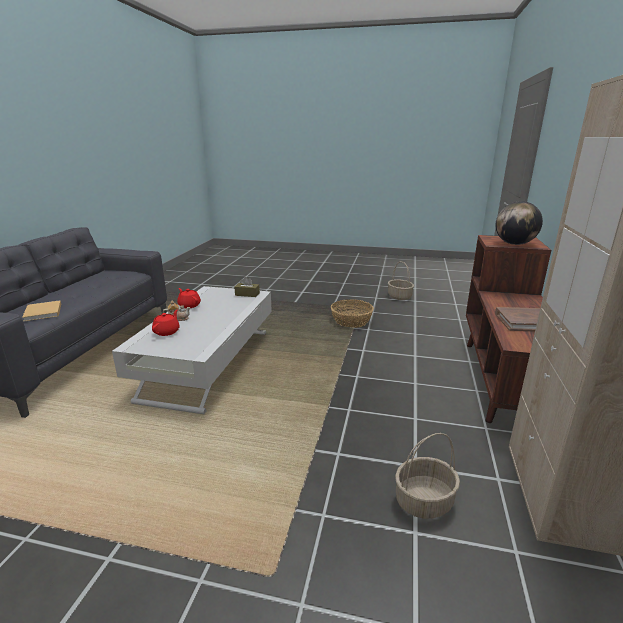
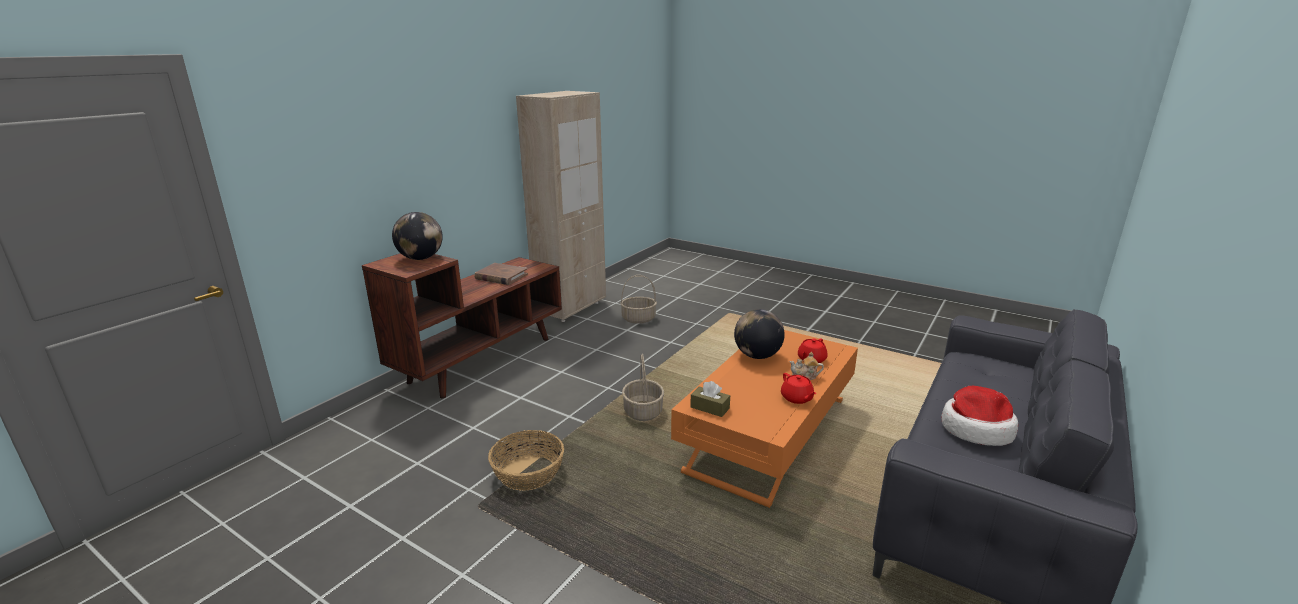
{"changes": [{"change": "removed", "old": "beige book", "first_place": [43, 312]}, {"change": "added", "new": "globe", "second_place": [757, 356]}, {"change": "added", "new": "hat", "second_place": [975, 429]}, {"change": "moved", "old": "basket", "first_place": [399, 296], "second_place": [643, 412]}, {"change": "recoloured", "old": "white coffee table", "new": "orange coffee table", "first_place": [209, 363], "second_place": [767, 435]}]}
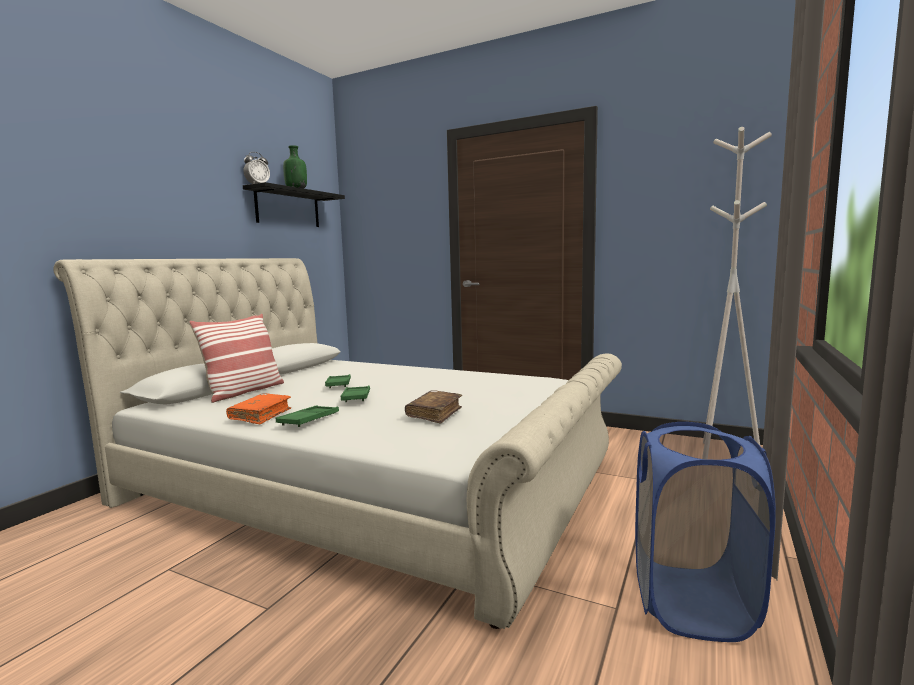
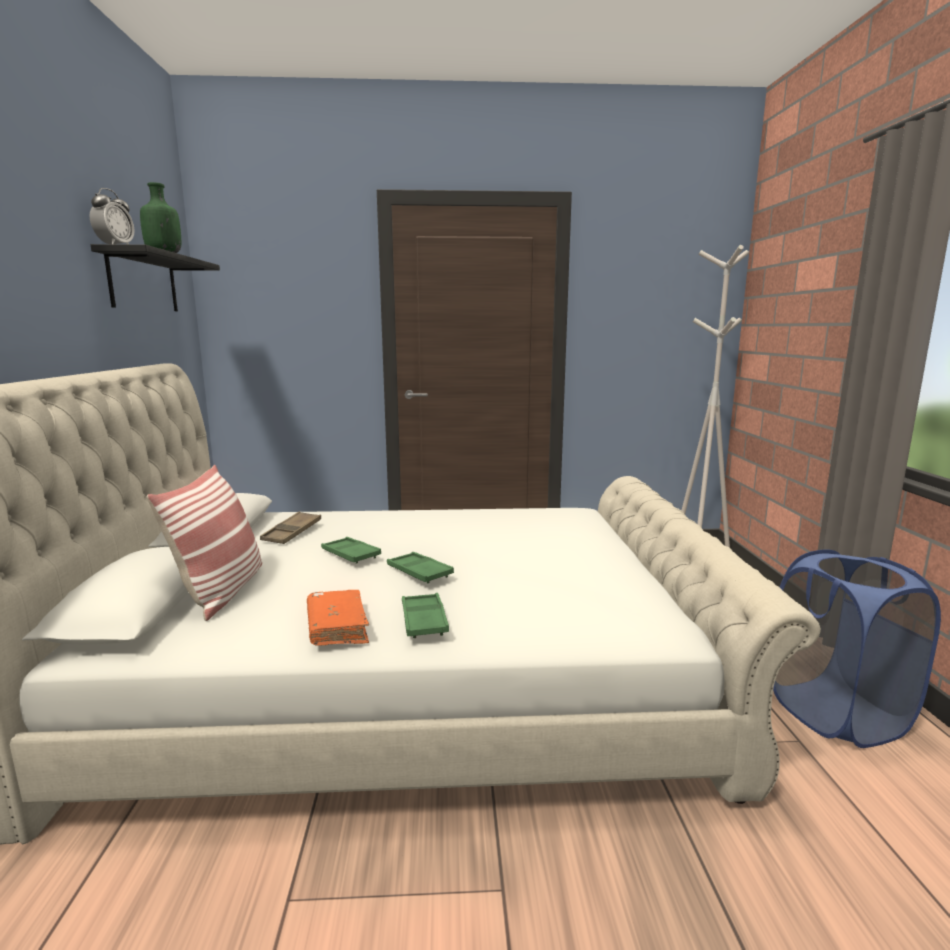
{"changes": [{"change": "removed", "old": "brown book", "first_place": [434, 414]}, {"change": "added", "new": "brown tray", "second_place": [292, 532]}]}
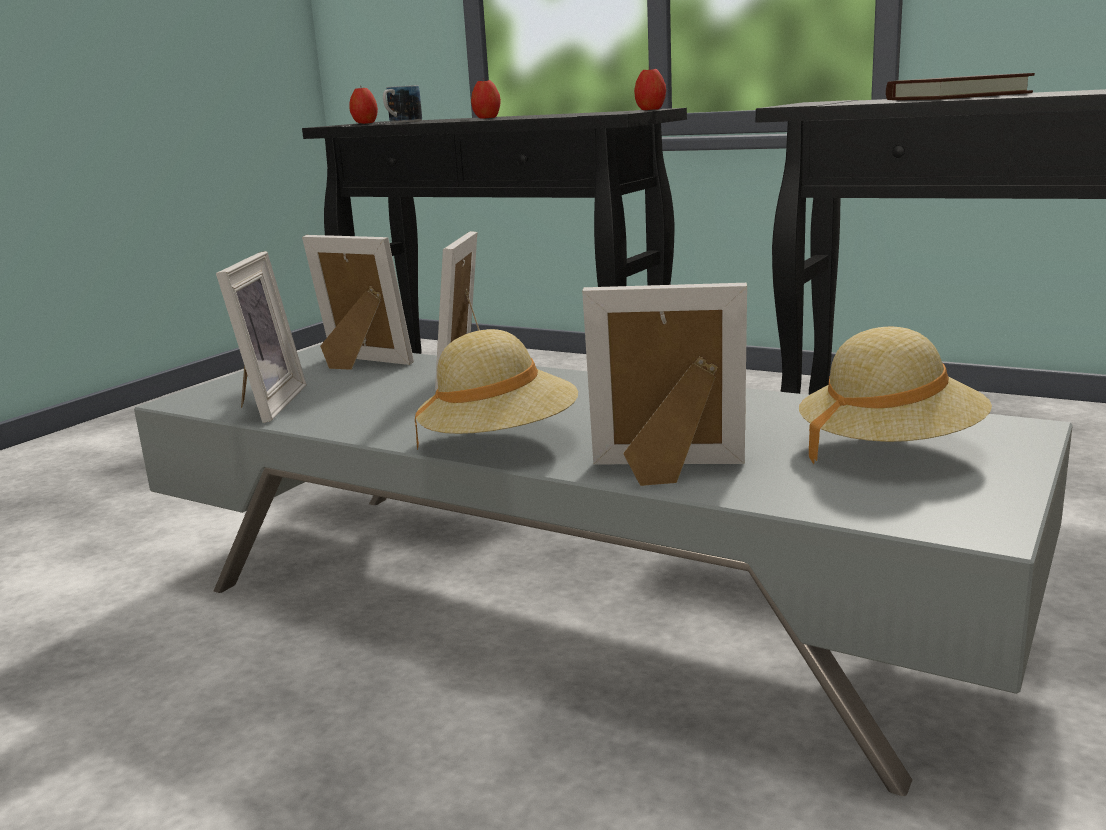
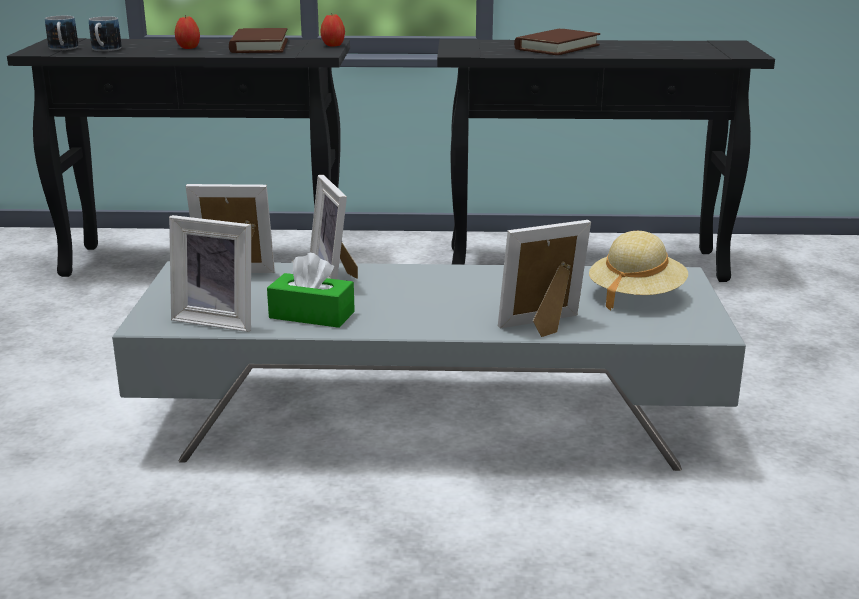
{"changes": [{"change": "removed", "old": "beige hat", "first_place": [500, 442]}, {"change": "added", "new": "brown book", "second_place": [259, 46]}, {"change": "added", "new": "green tissue box", "second_place": [312, 315]}, {"change": "replaced", "old": "apple", "new": "mug", "first_place": [365, 123], "second_place": [63, 49]}, {"change": "turned", "old": "picture frame", "first_place": [263, 404], "second_place": [218, 319], "degrees": 135}]}
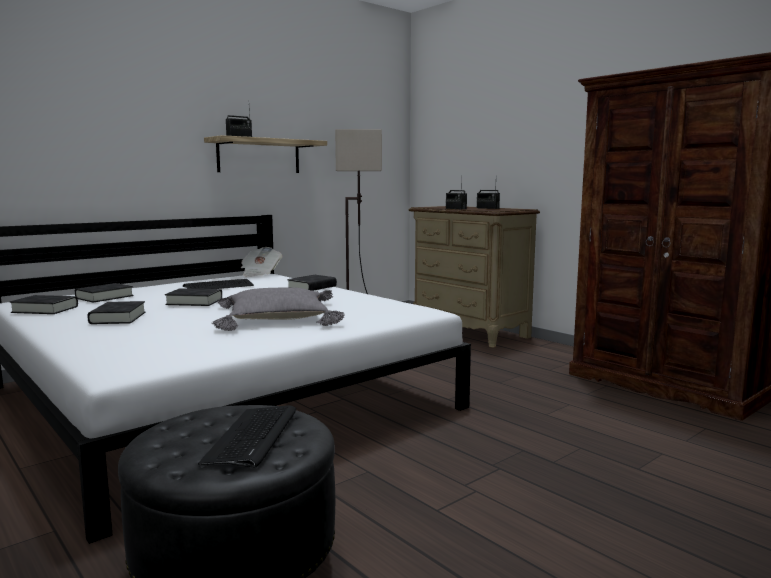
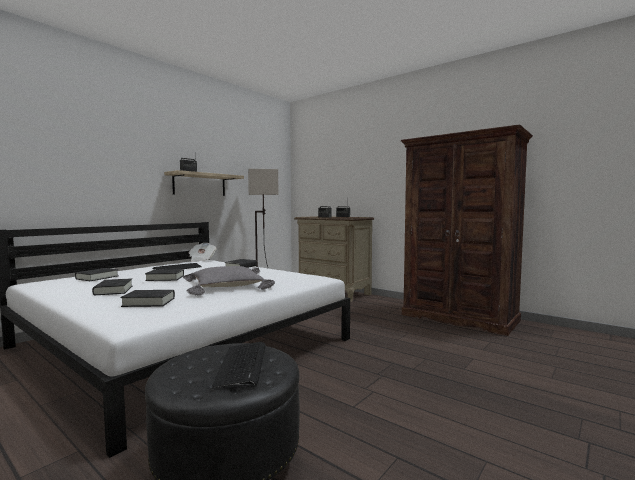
{"changes": [{"change": "moved", "old": "black book", "first_place": [45, 309], "second_place": [149, 302]}]}
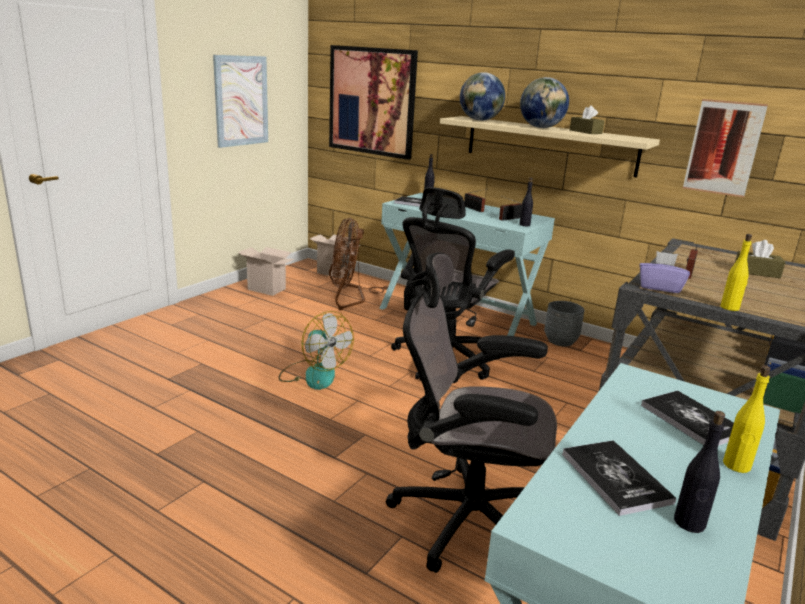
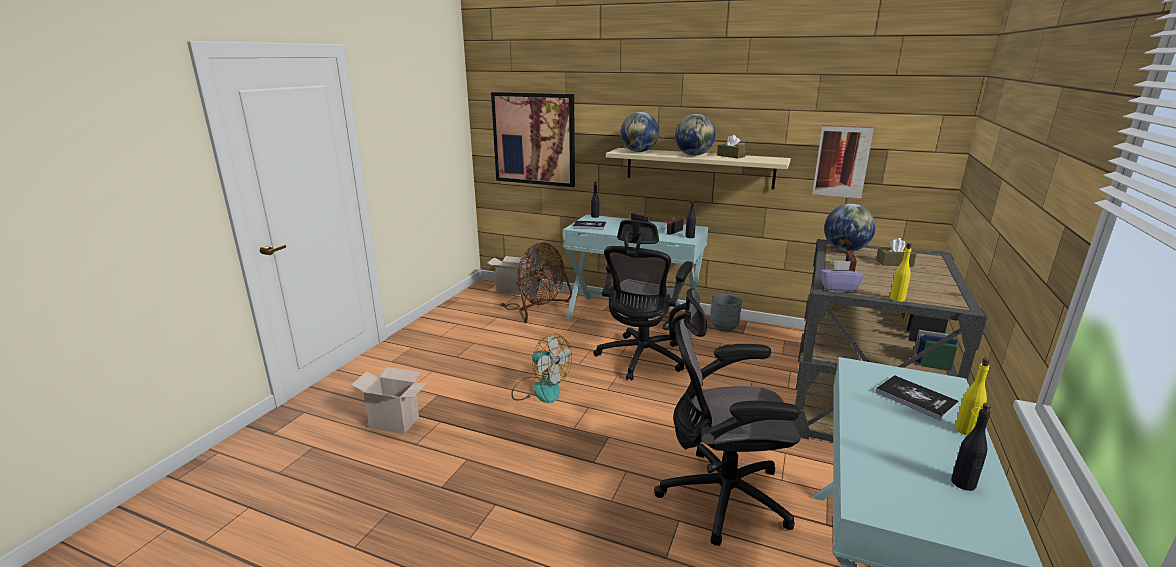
{"changes": [{"change": "removed", "old": "picture", "first_place": [241, 101]}, {"change": "removed", "old": "book", "first_place": [615, 478]}, {"change": "added", "new": "globe", "second_place": [845, 250]}, {"change": "moved", "old": "cardboard box", "first_place": [268, 289], "second_place": [396, 422]}, {"change": "turned", "old": "brown fan", "first_place": [351, 295], "second_place": [536, 309], "degrees": -120}]}
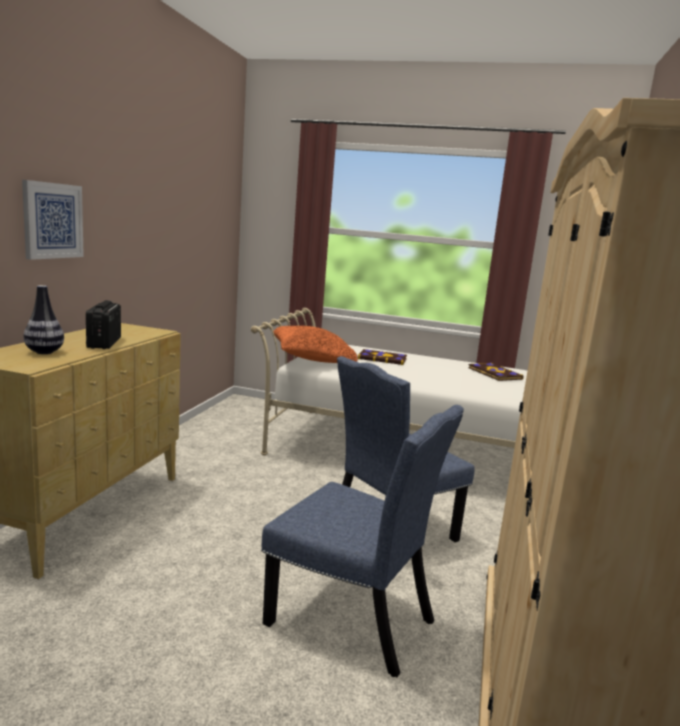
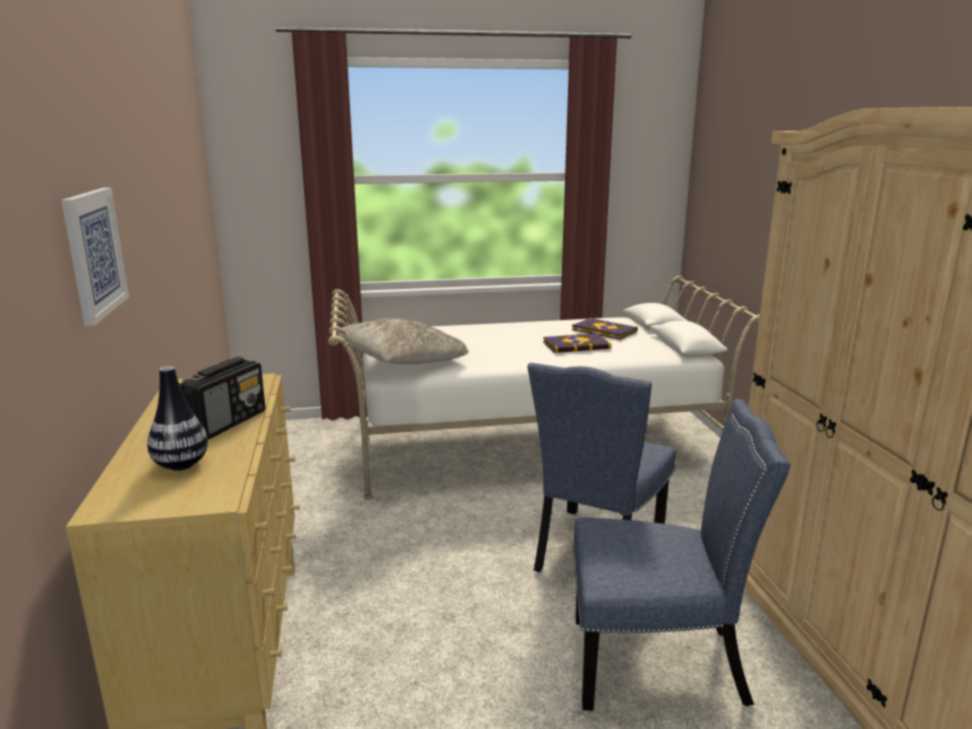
{"changes": [{"change": "moved", "old": "book", "first_place": [382, 358], "second_place": [576, 345]}, {"change": "recoloured", "old": "orange pillow", "new": "beige pillow", "first_place": [313, 358], "second_place": [402, 360]}, {"change": "turned", "old": "radio", "first_place": [104, 343], "second_place": [226, 423], "degrees": -120}]}
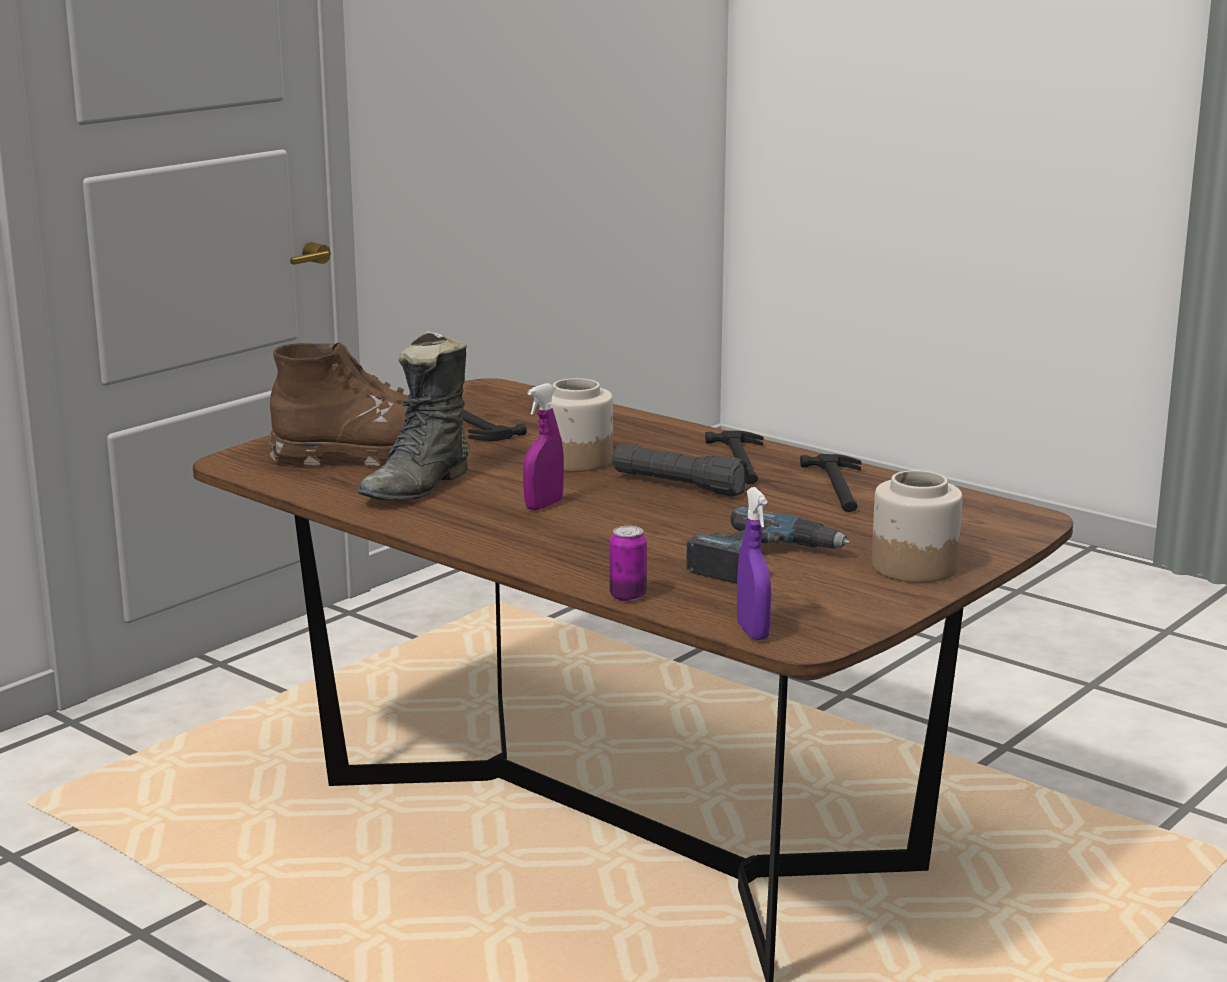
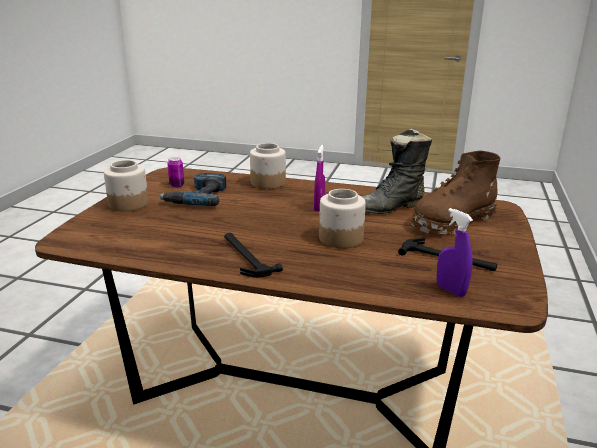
{"changes": [{"change": "removed", "old": "black flashlight", "first_place": [678, 485]}, {"change": "removed", "old": "hammer", "first_place": [839, 487]}, {"change": "added", "new": "jar", "second_place": [268, 183]}, {"change": "moved", "old": "can", "first_place": [628, 596], "second_place": [177, 185]}, {"change": "moved", "old": "purple spray bottle", "first_place": [752, 632], "second_place": [450, 290]}, {"change": "turned", "old": "black boot", "first_place": [419, 487], "second_place": [390, 208], "degrees": -120}]}
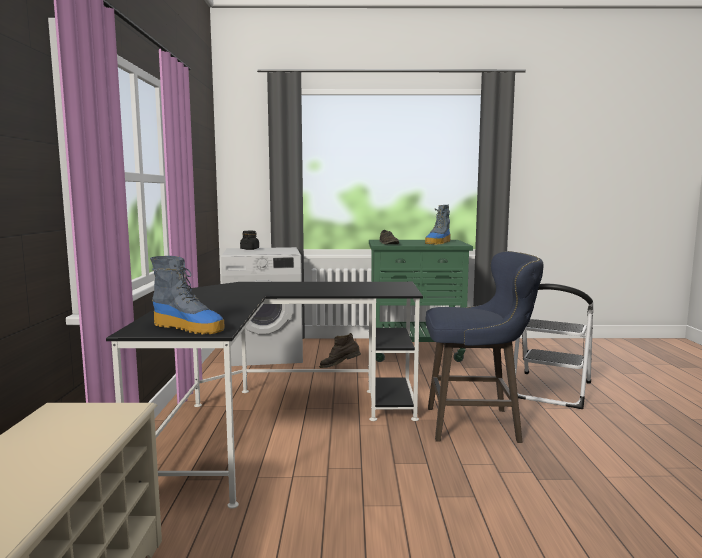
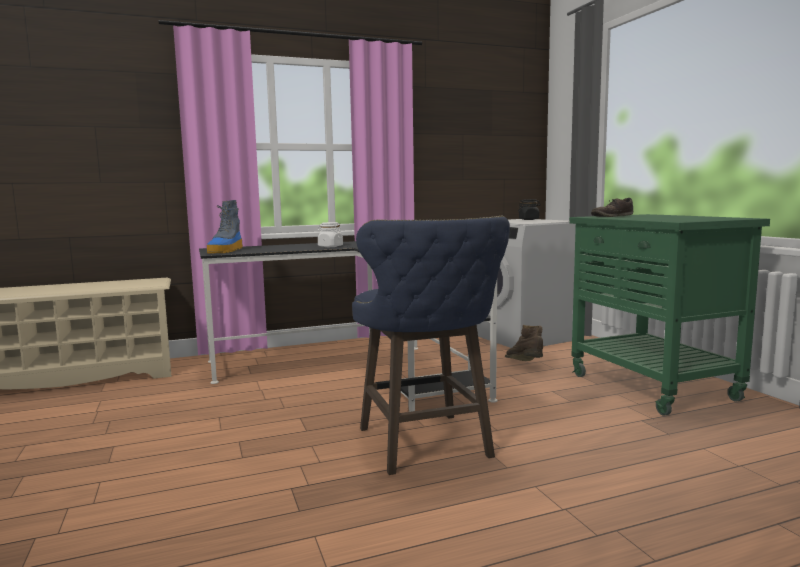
{"changes": [{"change": "removed", "old": "boot", "first_place": [438, 243]}, {"change": "removed", "old": "step ladder", "first_place": [550, 390]}, {"change": "added", "new": "white jar", "second_place": [330, 246]}]}
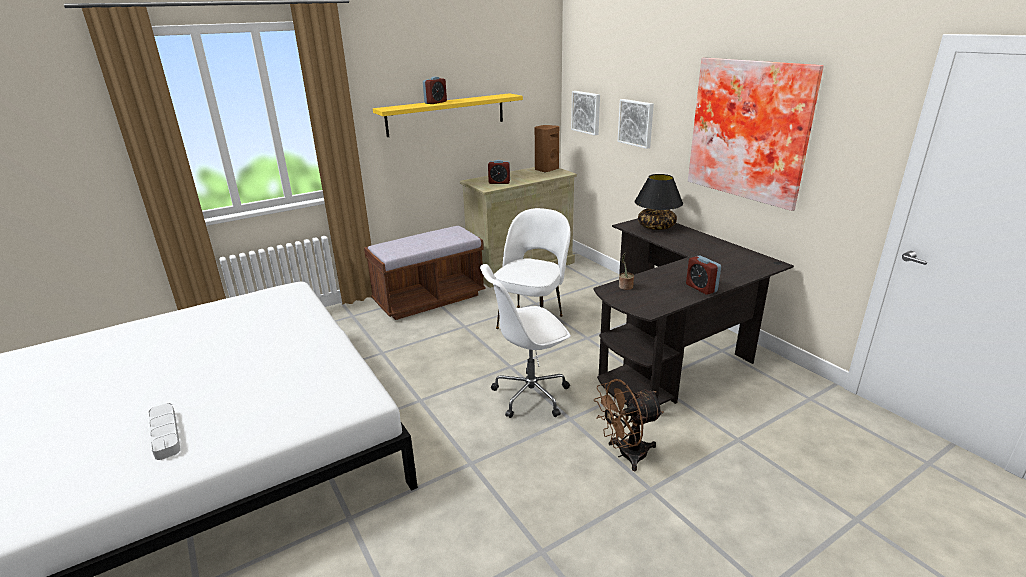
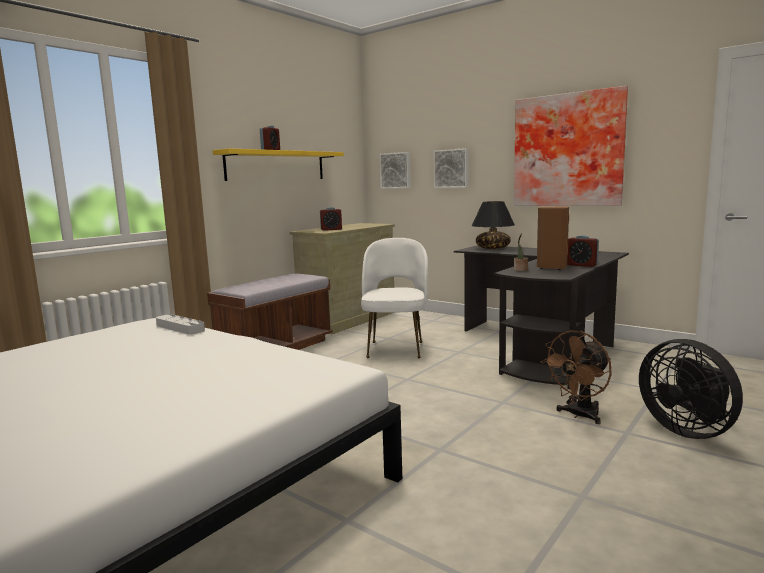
{"changes": [{"change": "removed", "old": "white office chair", "first_place": [529, 396]}, {"change": "added", "new": "black fan", "second_place": [687, 429]}, {"change": "moved", "old": "grey tray", "first_place": [165, 434], "second_place": [180, 328]}, {"change": "moved", "old": "brown speaker", "first_place": [546, 169], "second_place": [551, 267]}]}
